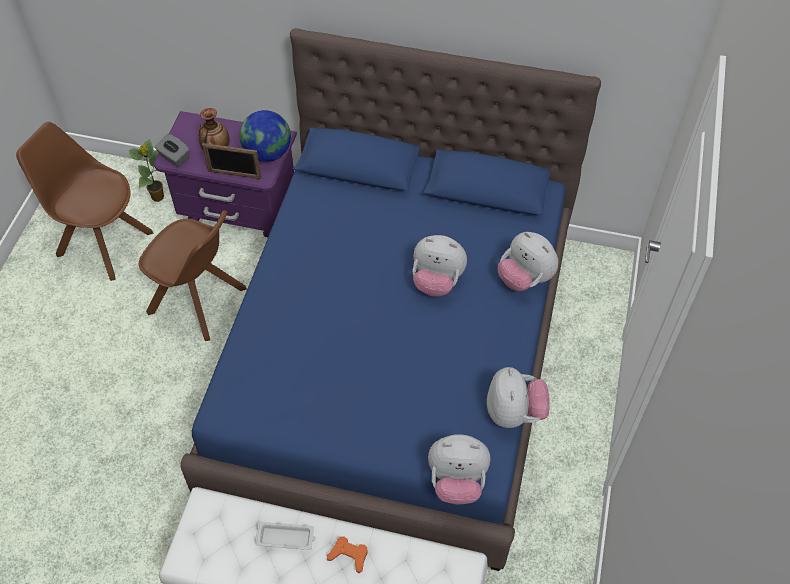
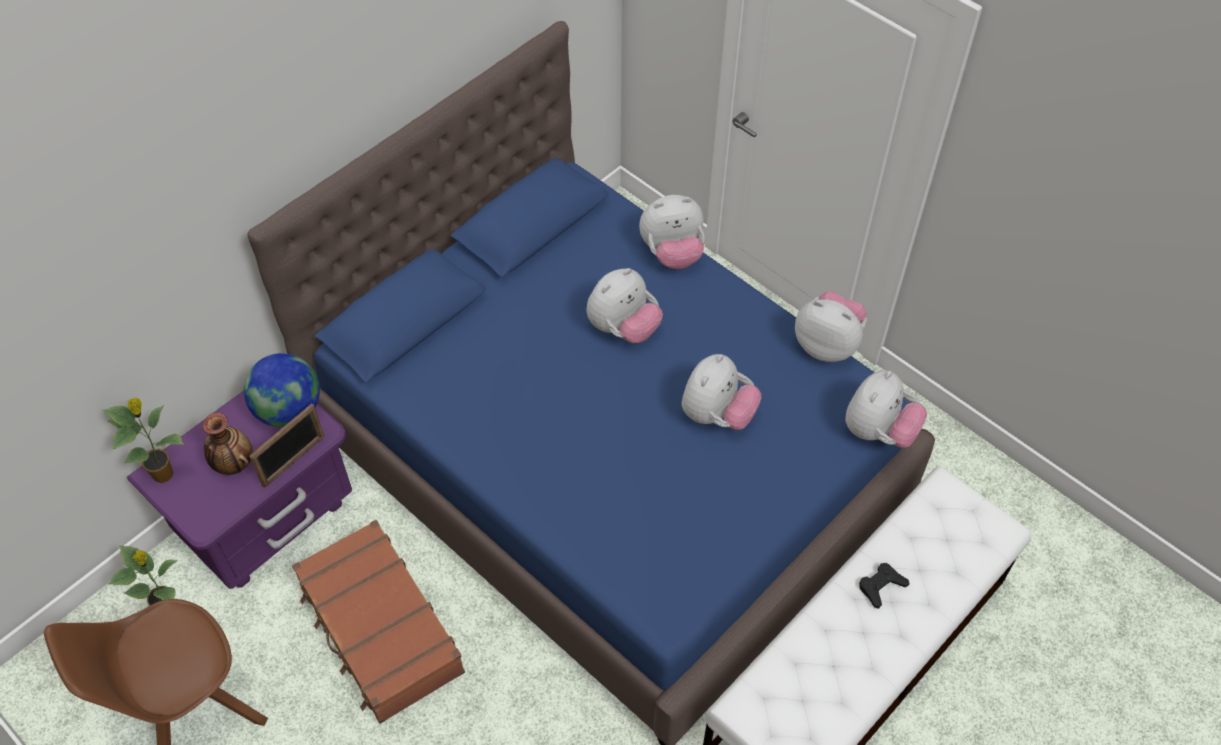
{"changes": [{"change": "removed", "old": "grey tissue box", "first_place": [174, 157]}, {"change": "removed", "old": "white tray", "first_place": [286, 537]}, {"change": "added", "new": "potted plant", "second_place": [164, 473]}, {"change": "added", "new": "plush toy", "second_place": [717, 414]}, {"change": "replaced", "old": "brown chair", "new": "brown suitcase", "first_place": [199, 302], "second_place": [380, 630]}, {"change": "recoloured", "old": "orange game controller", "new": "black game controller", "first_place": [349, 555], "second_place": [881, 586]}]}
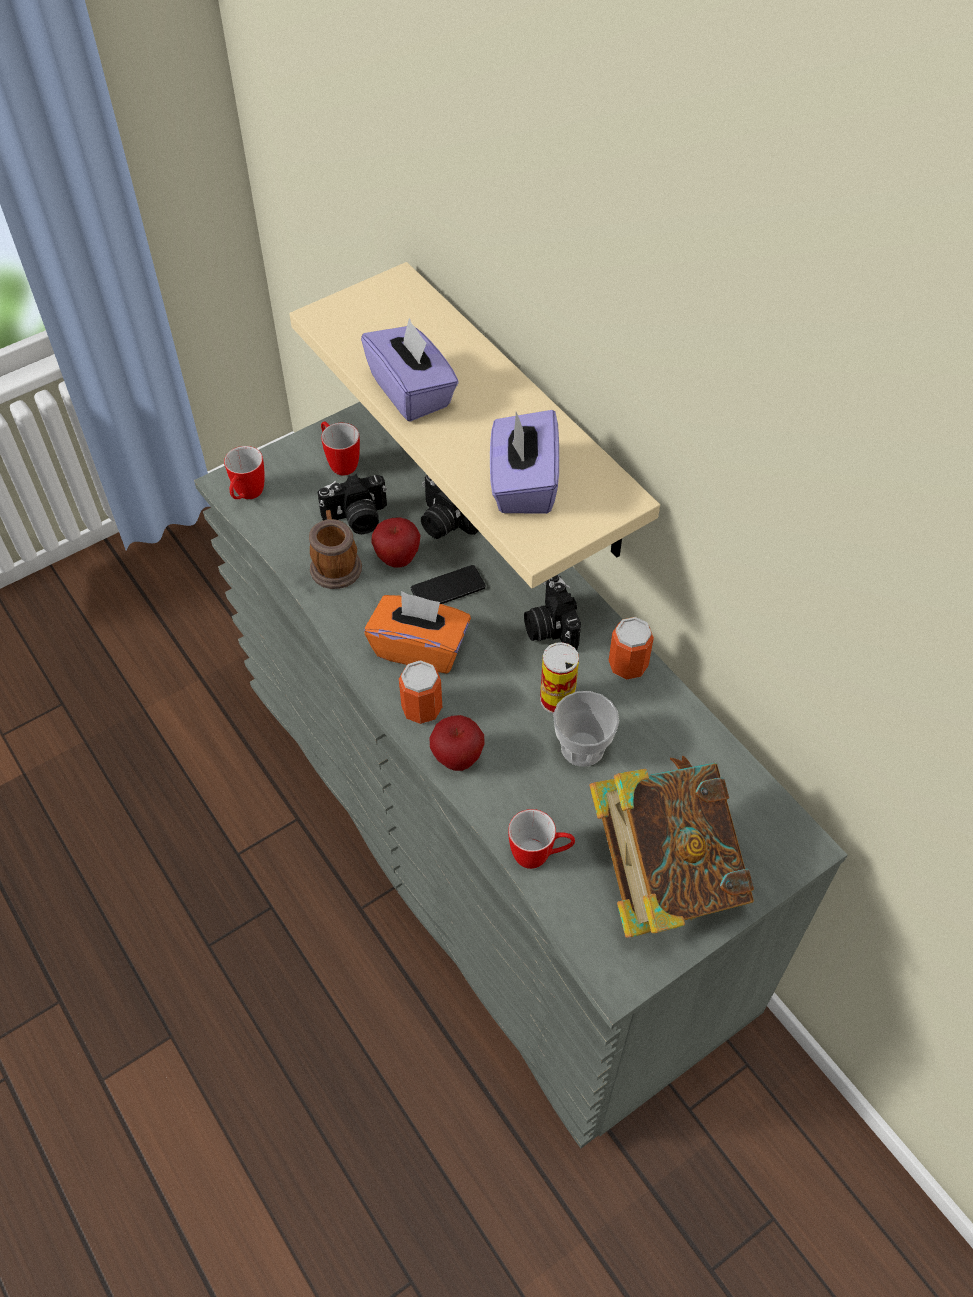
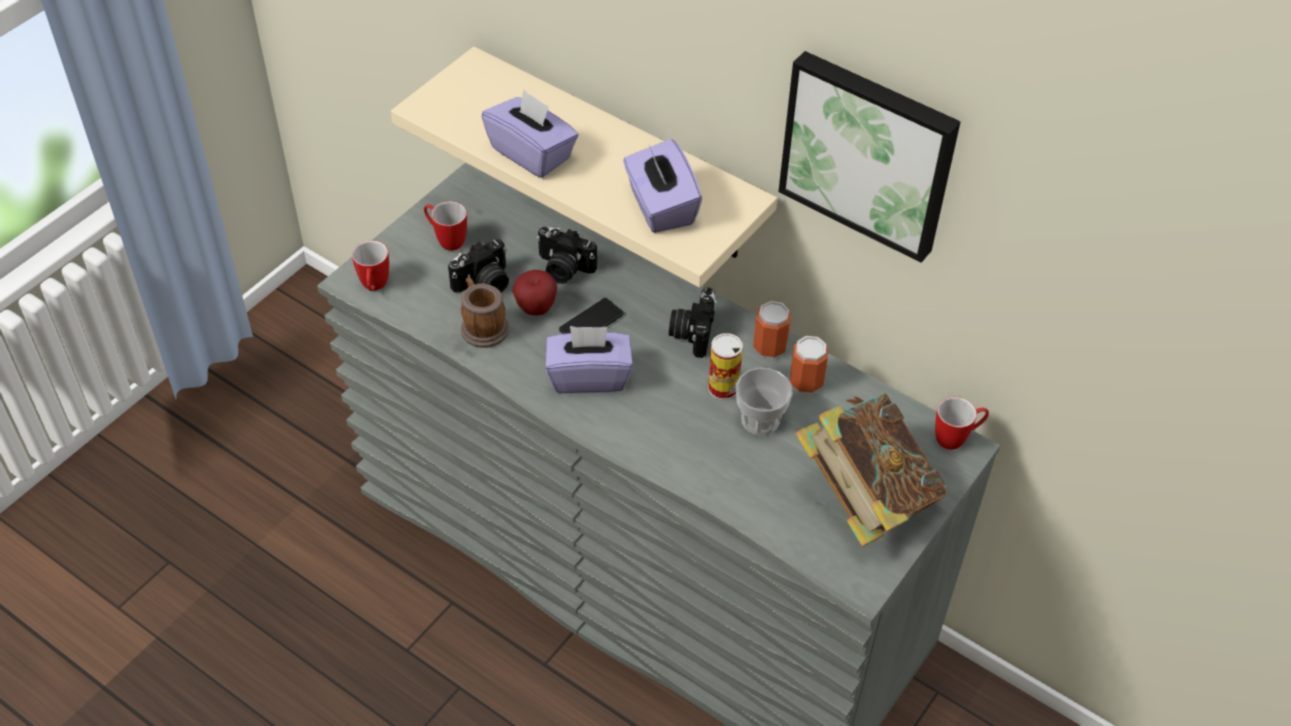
{"changes": [{"change": "removed", "old": "apple", "first_place": [457, 759]}, {"change": "added", "new": "picture", "second_place": [869, 152]}, {"change": "moved", "old": "can", "first_place": [422, 709], "second_place": [806, 381]}, {"change": "moved", "old": "mug", "first_place": [540, 855], "second_place": [957, 438]}, {"change": "recoloured", "old": "orange tissue box", "new": "purple tissue box", "first_place": [420, 648], "second_place": [589, 376]}, {"change": "turned", "old": "photo camera", "first_place": [549, 627], "second_place": [692, 332], "degrees": 45}]}
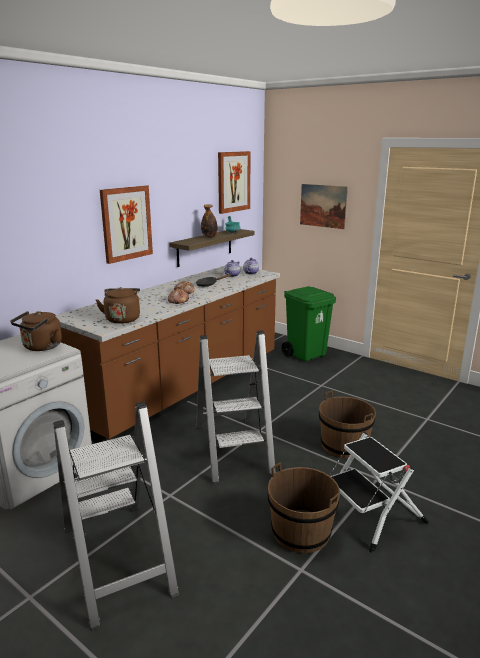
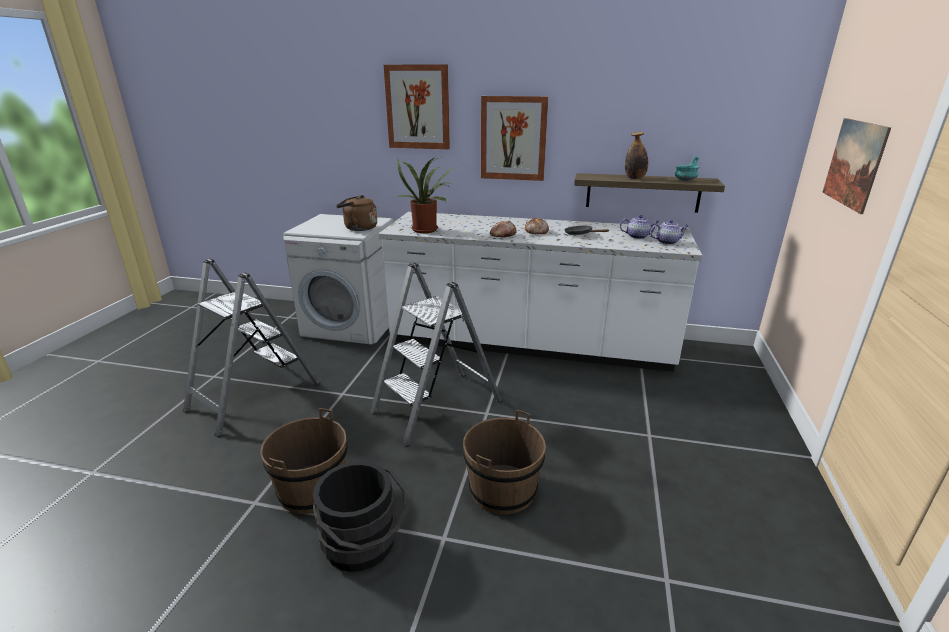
{"changes": [{"change": "removed", "old": "green trash can", "first_place": [306, 354]}, {"change": "moved", "old": "picture", "first_place": [233, 181], "second_place": [418, 107]}, {"change": "replaced", "old": "brown kettle", "new": "potted plant", "first_place": [122, 319], "second_place": [427, 229]}, {"change": "replaced", "old": "step ladder", "new": "black bucket", "first_place": [372, 513], "second_place": [365, 545]}, {"change": "recoloured", "old": "brown counter", "new": "white counter", "first_place": [184, 388], "second_place": [529, 344]}]}
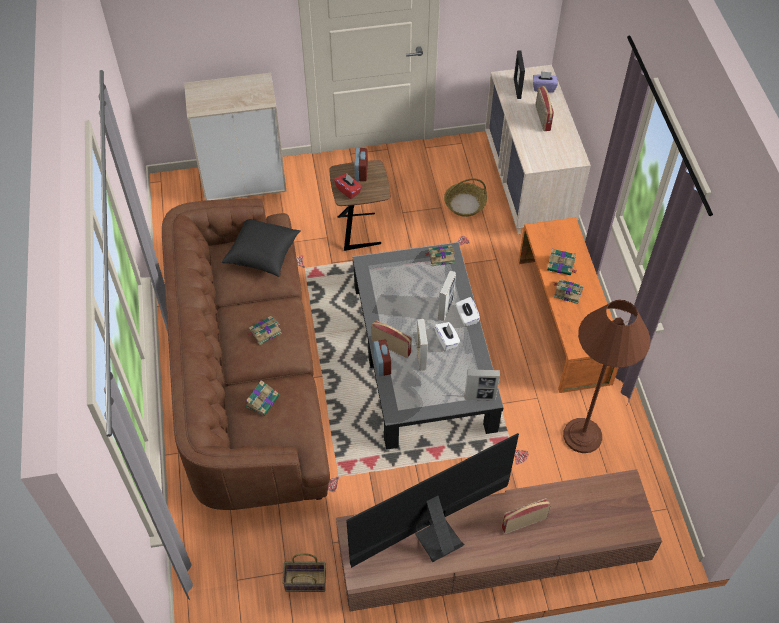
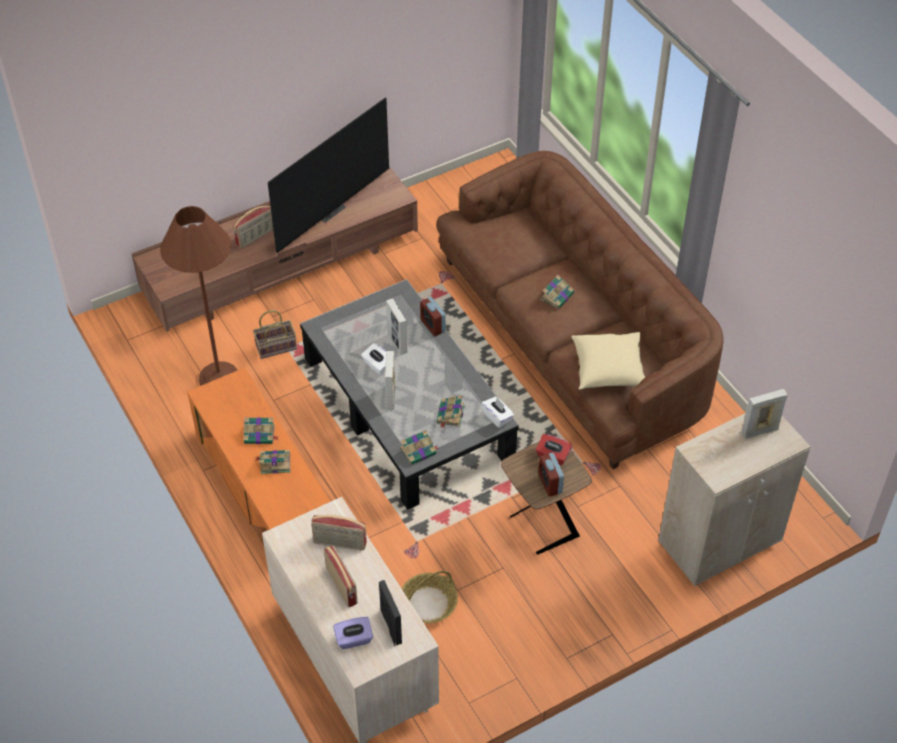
{"changes": [{"change": "moved", "old": "book", "first_place": [263, 401], "second_place": [450, 415]}, {"change": "moved", "old": "basket", "first_place": [304, 582], "second_place": [277, 346]}, {"change": "moved", "old": "radio", "first_place": [391, 346], "second_place": [339, 543]}, {"change": "moved", "old": "white tissue box", "first_place": [466, 317], "second_place": [497, 417]}, {"change": "moved", "old": "picture frame", "first_place": [480, 397], "second_place": [759, 431]}, {"change": "recoloured", "old": "black pillow", "new": "beige pillow", "first_place": [263, 255], "second_place": [608, 370]}]}
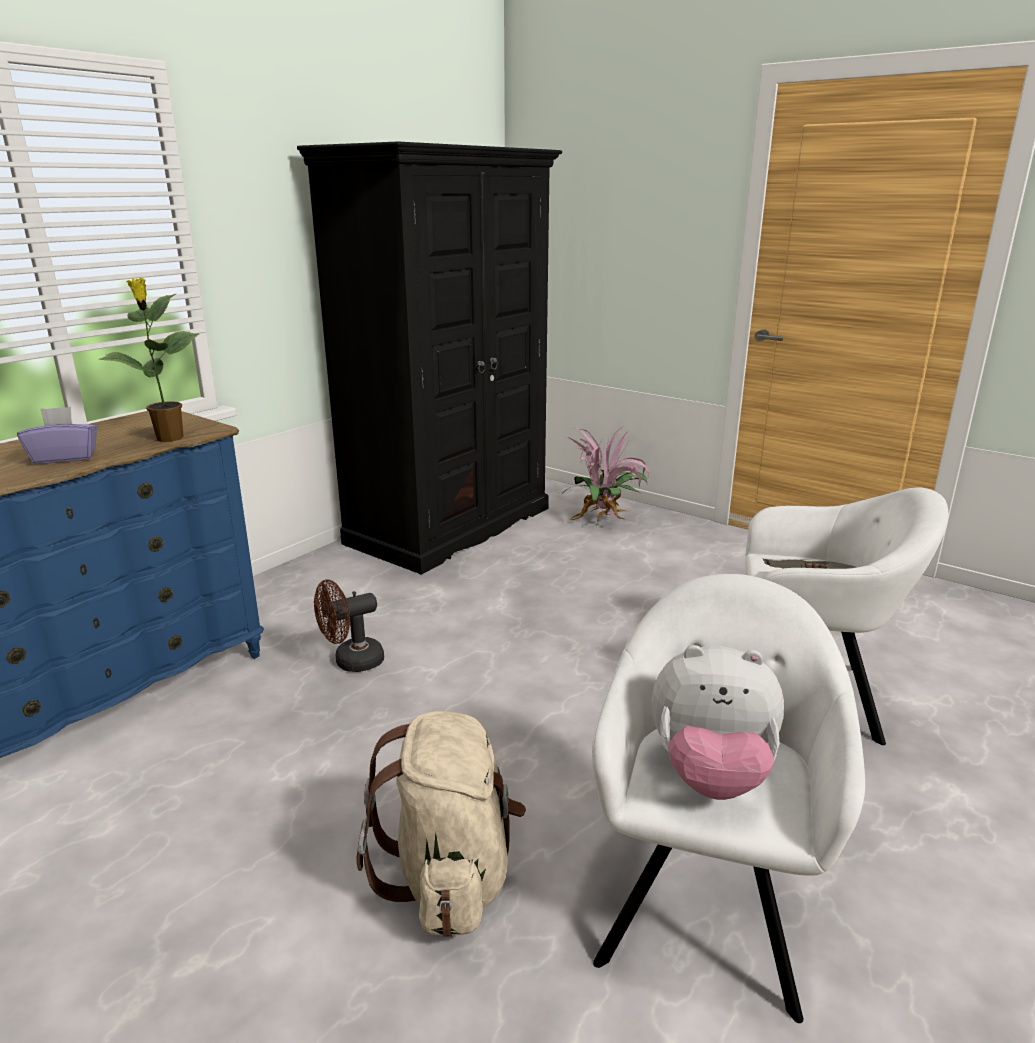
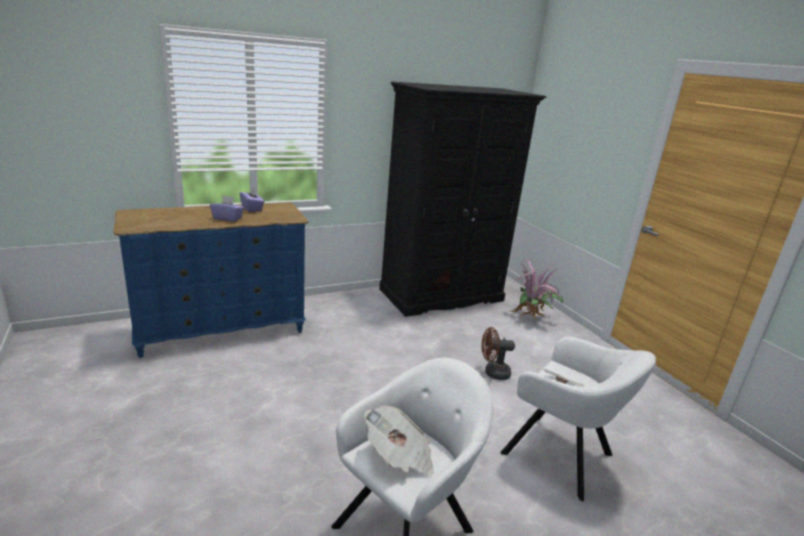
{"changes": [{"change": "removed", "old": "potted plant", "first_place": [169, 438]}, {"change": "removed", "old": "beige backpack", "first_place": [450, 876]}, {"change": "added", "new": "purple tissue box", "second_place": [252, 208]}, {"change": "moved", "old": "brown fan", "first_place": [351, 662], "second_place": [493, 373]}, {"change": "replaced", "old": "plush toy", "new": "newspaper", "first_place": [710, 774], "second_place": [399, 456]}]}
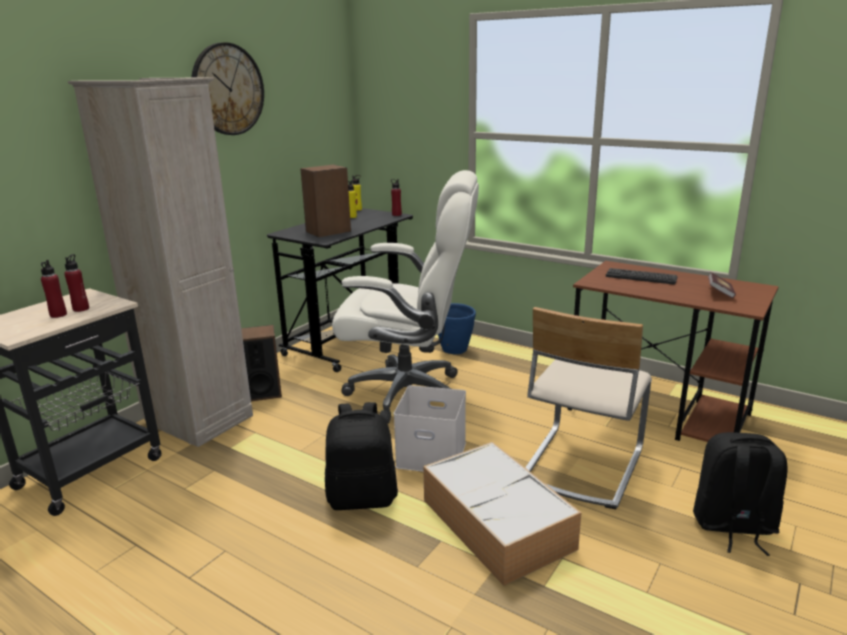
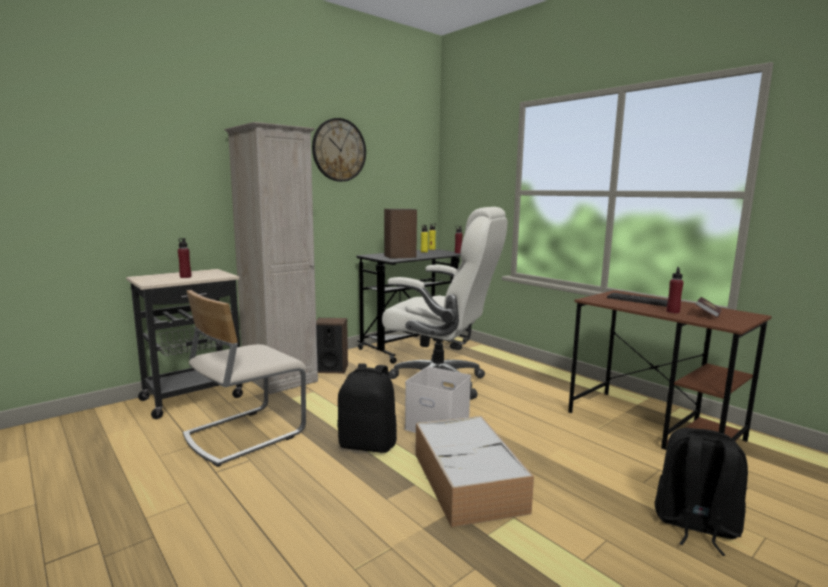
{"changes": [{"change": "removed", "old": "blue planter", "first_place": [455, 350]}, {"change": "moved", "old": "red bottle", "first_place": [81, 309], "second_place": [672, 312]}, {"change": "moved", "old": "beige chair", "first_place": [581, 465], "second_place": [244, 434]}]}
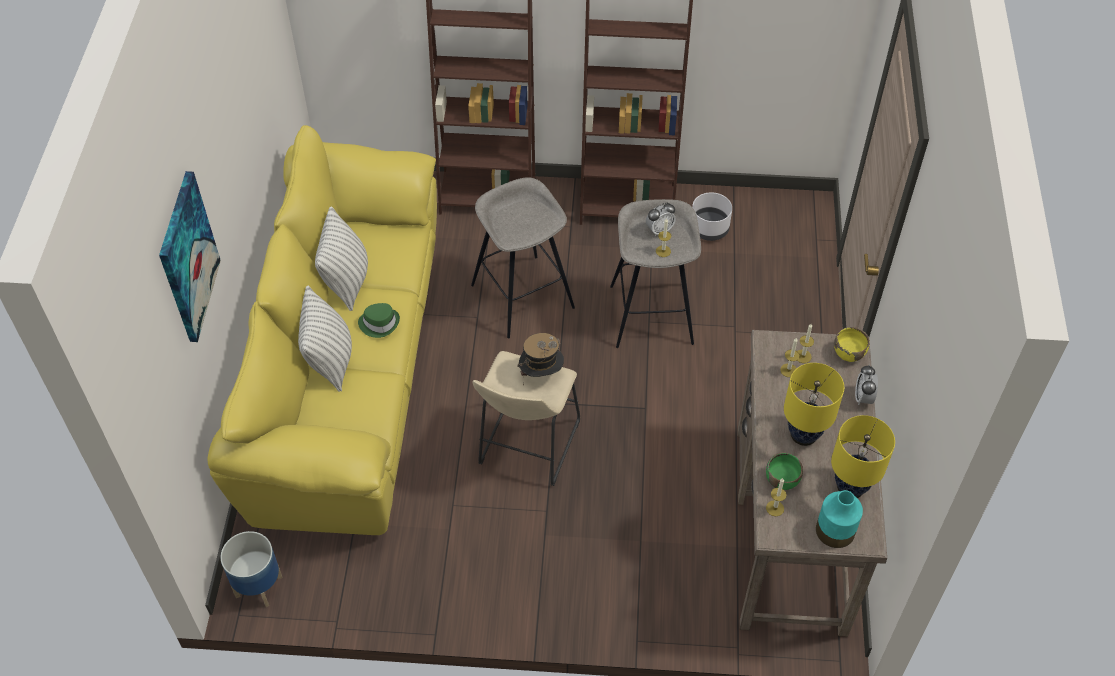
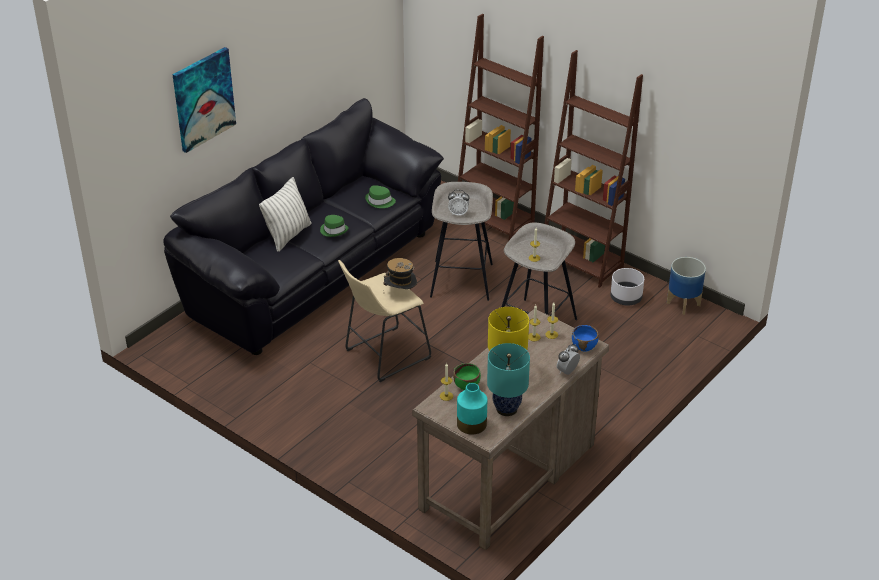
{"changes": [{"change": "removed", "old": "pillow", "first_place": [347, 281]}, {"change": "added", "new": "green hat", "second_place": [380, 201]}, {"change": "moved", "old": "planter", "first_place": [258, 586], "second_place": [682, 304]}, {"change": "moved", "old": "alarm clock", "first_place": [659, 230], "second_place": [458, 213]}, {"change": "recoloured", "old": "yellow sofa", "new": "black sofa", "first_place": [349, 379], "second_place": [314, 275]}, {"change": "recoloured", "old": "yellow table lamp", "new": "turquoise table lamp", "first_place": [851, 486], "second_place": [507, 409]}, {"change": "recoloured", "old": "yellow bowl", "new": "blue bowl", "first_place": [849, 353], "second_place": [584, 346]}]}
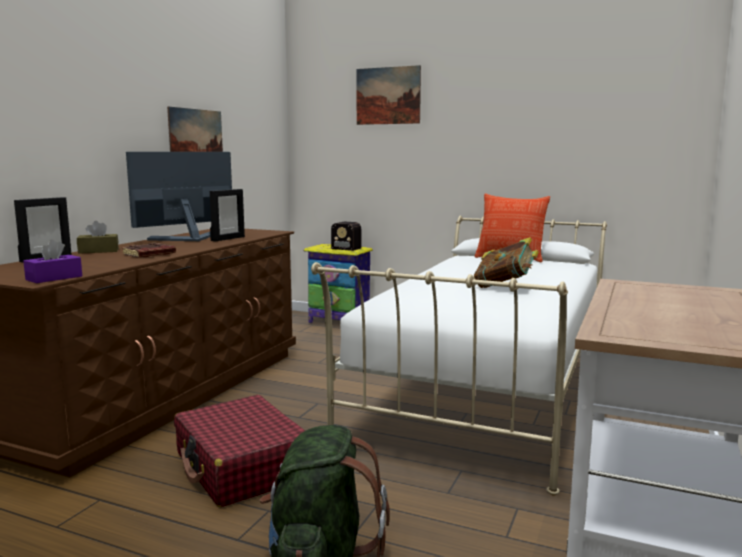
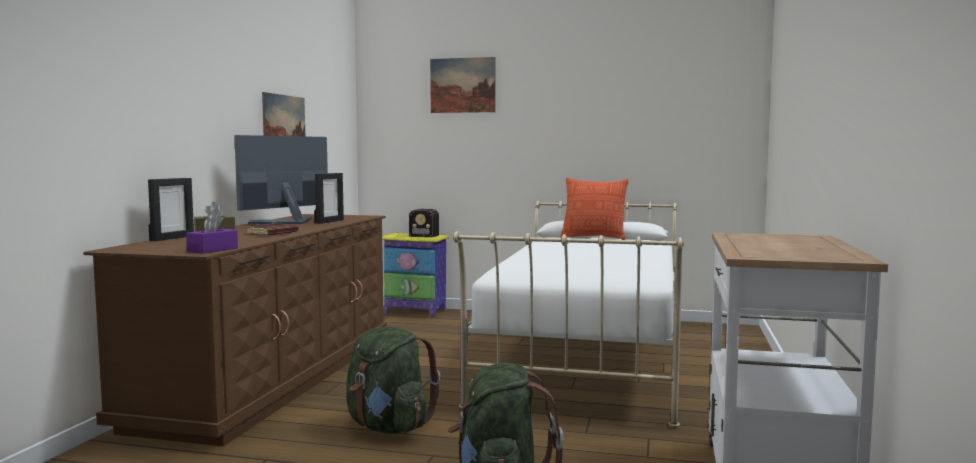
{"changes": [{"change": "removed", "old": "book", "first_place": [505, 287]}, {"change": "replaced", "old": "red suitcase", "new": "green backpack", "first_place": [242, 466], "second_place": [388, 427]}]}
